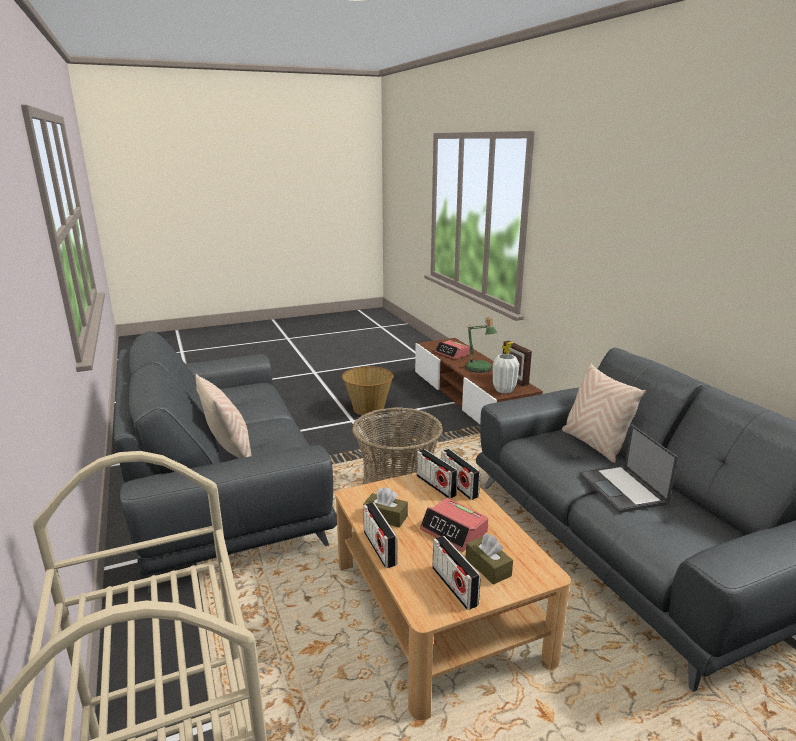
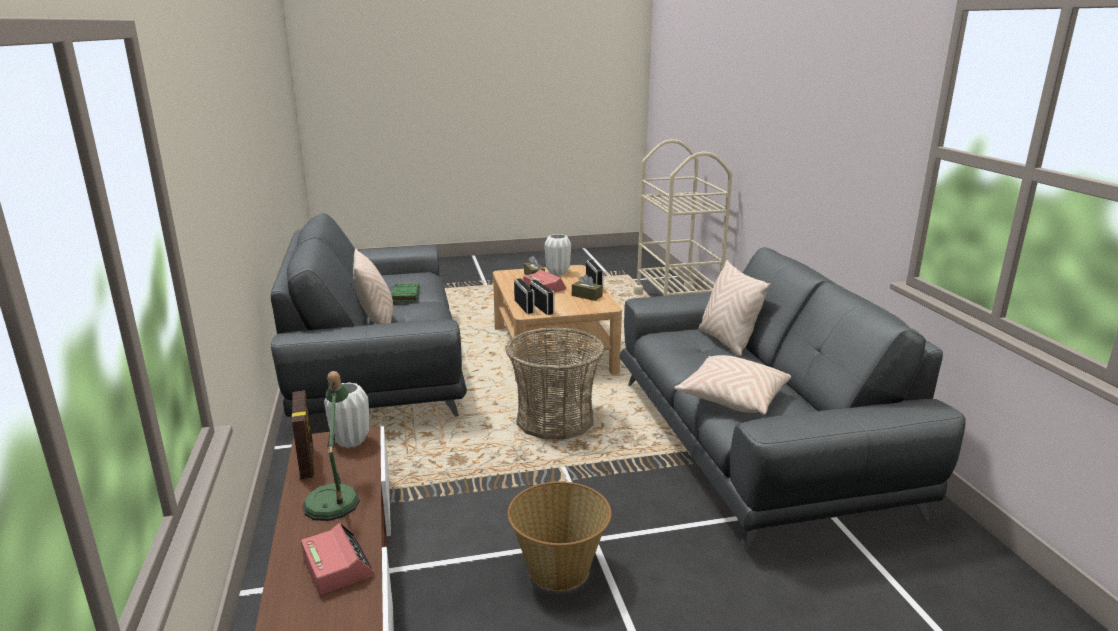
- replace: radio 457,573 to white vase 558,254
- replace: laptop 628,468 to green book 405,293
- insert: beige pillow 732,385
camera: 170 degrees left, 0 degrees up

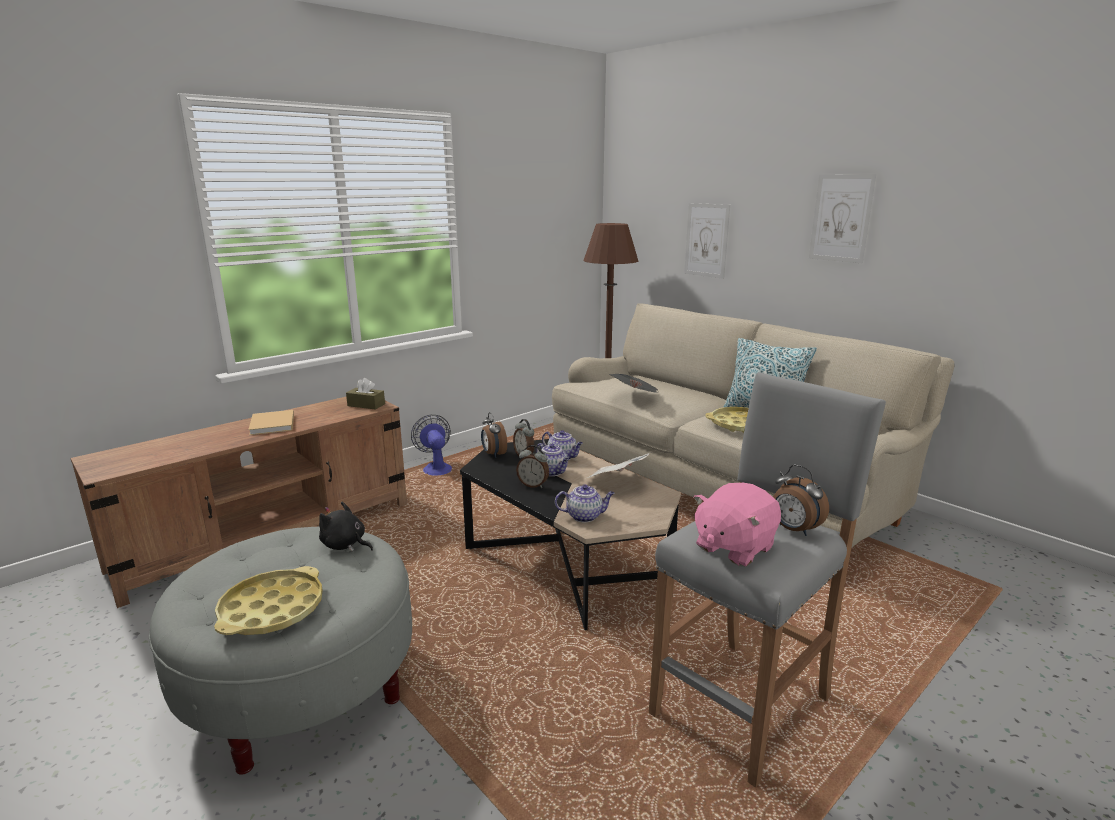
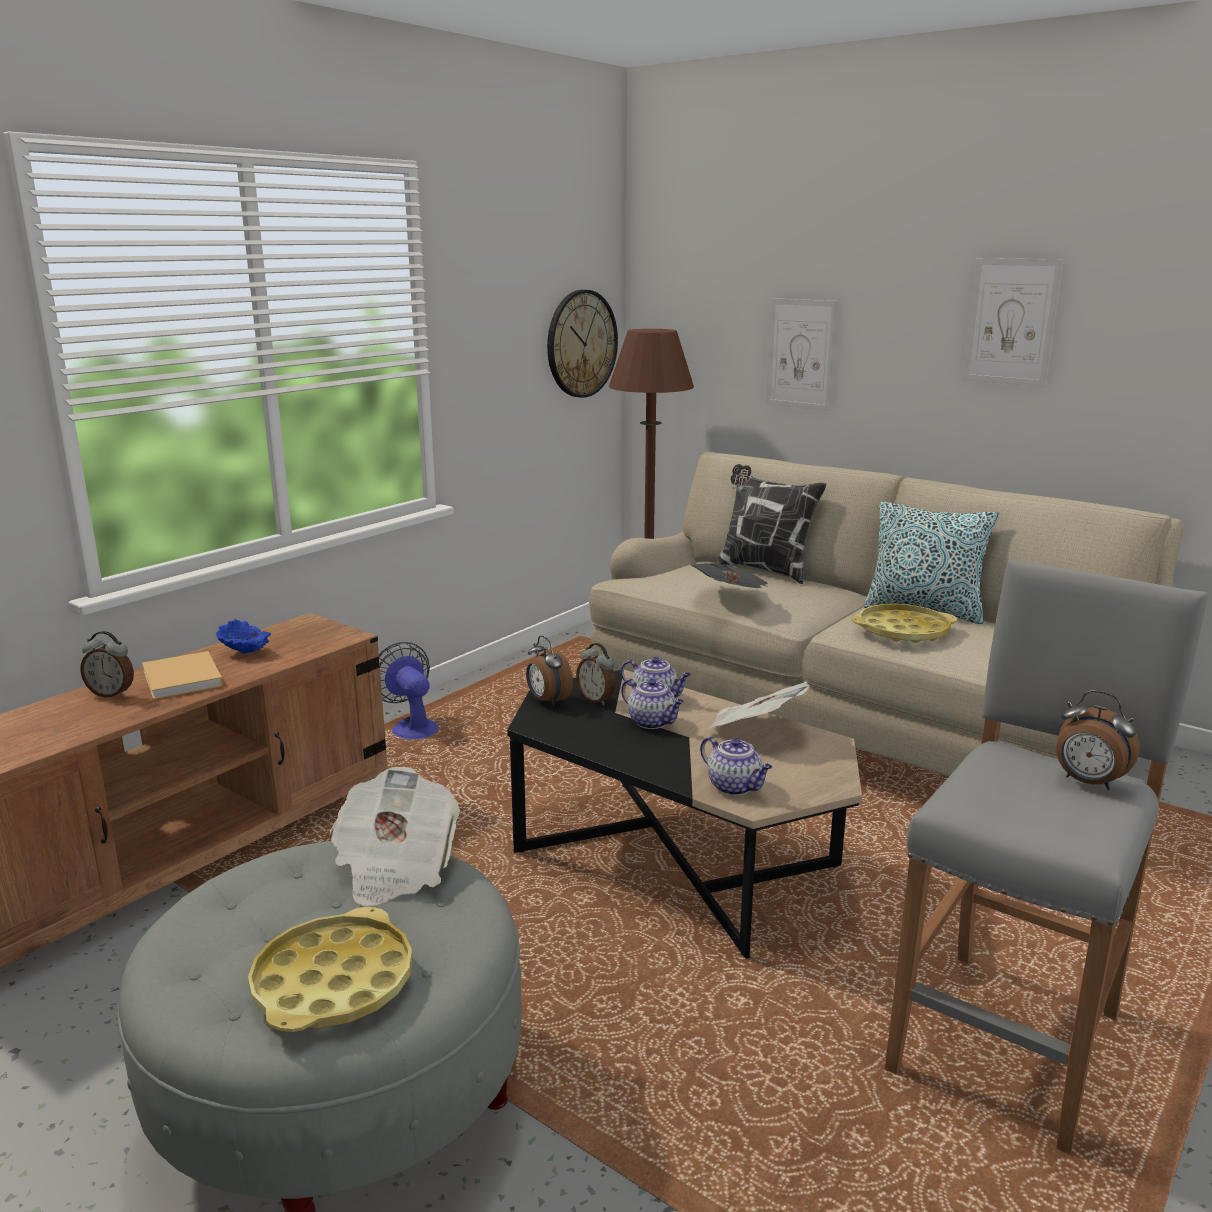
- replace: black plush toy 346,527 to newspaper 395,836
- delete: brown tissue box 365,393
- move: alarm clock 532,466 to 107,664
- rotate: teapot 585,503 = 736,765 60 degrees clockwise
- delete: pink plush toy 737,525
- insert: blue bowl 243,636
- insert: wall clock 582,344
- insert: pillow 771,524
camera: 10 degrees left, 0 degrees up

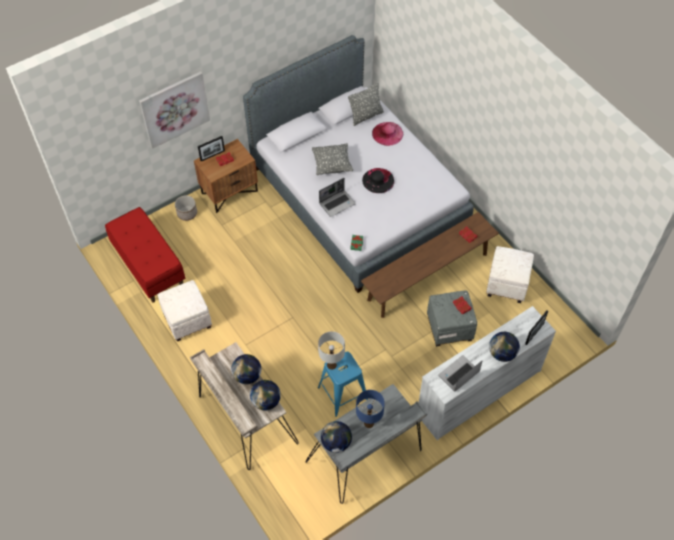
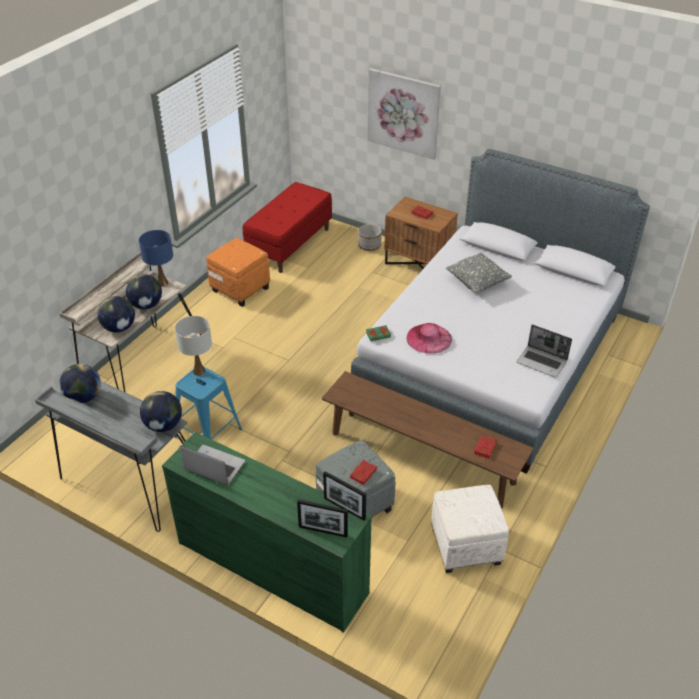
- recolor: white ottoman 185,311 to orange ottoman 238,272
- move: picture frame 211,148 to 344,496
- move: laptop 337,197 to 544,351
- delete: grey pillow 366,104
- move: blue table lamp 370,409 to 156,258
- delete: black hat 378,180
- move: pink hat 387,134 to 429,338
- recolor: white dresser 487,373 to green dresser 267,532
- move: globe 504,347 to 161,411
camera: 65 degrees right, 15 degrees down

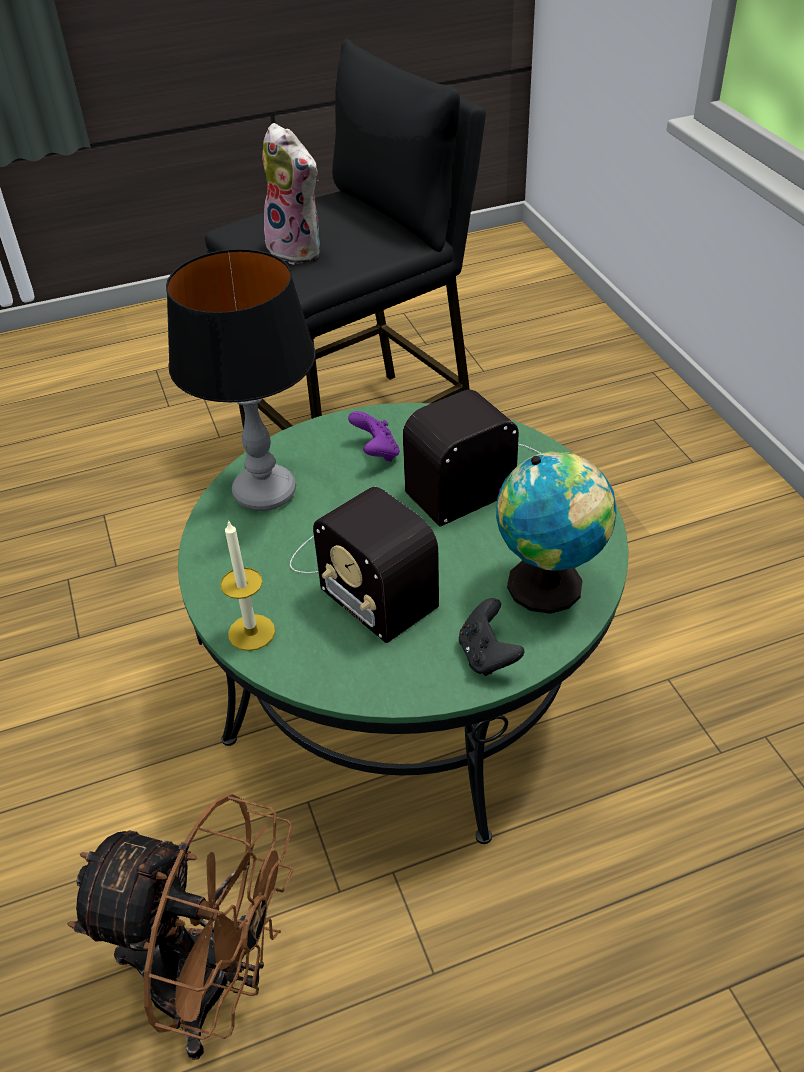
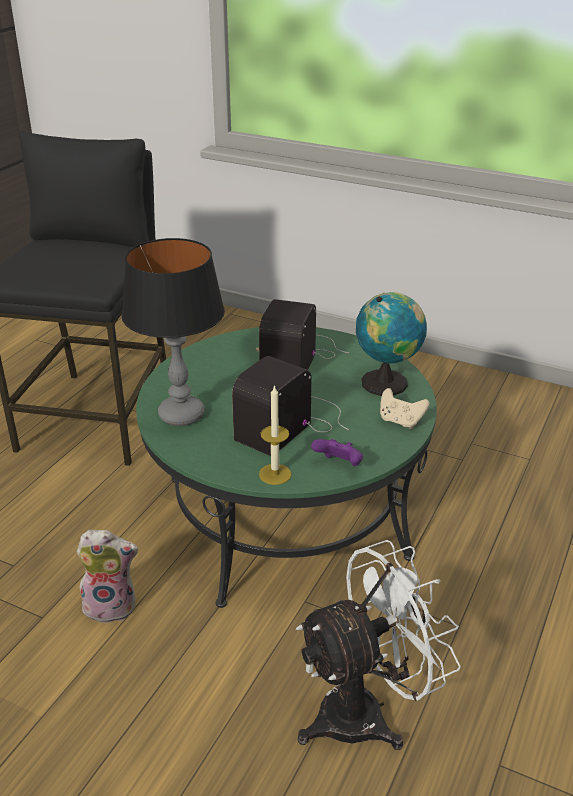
- recolor: brown fan 180,926 to white fan 378,645
- move: plush toy 291,194 to 107,576
- rotate: radio 364,565 = 290,406 120 degrees clockwise
- move: purple game controller 374,436 to 337,452
- recolor: black game controller 491,637 to beige game controller 405,408
camera: 45 degrees left, 10 degrees down

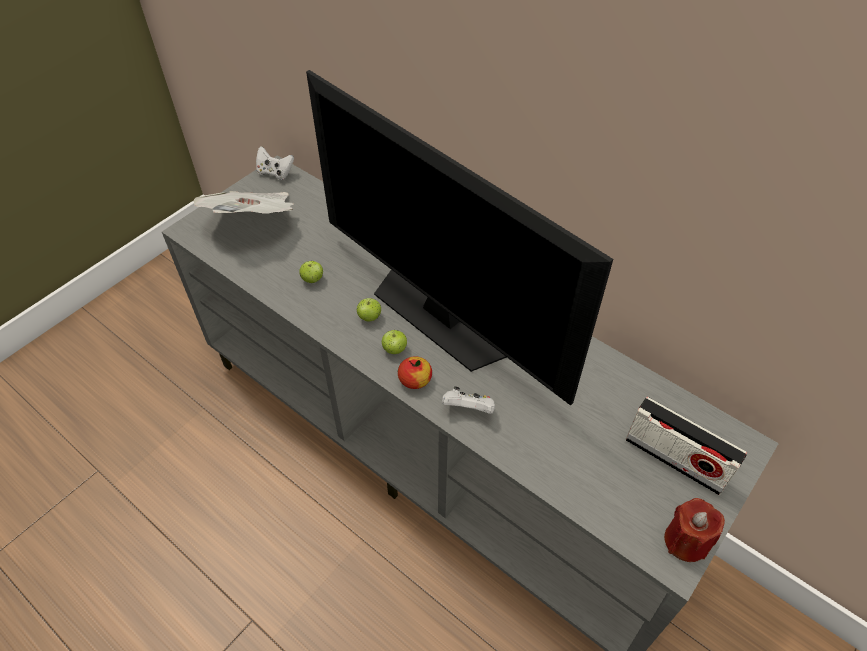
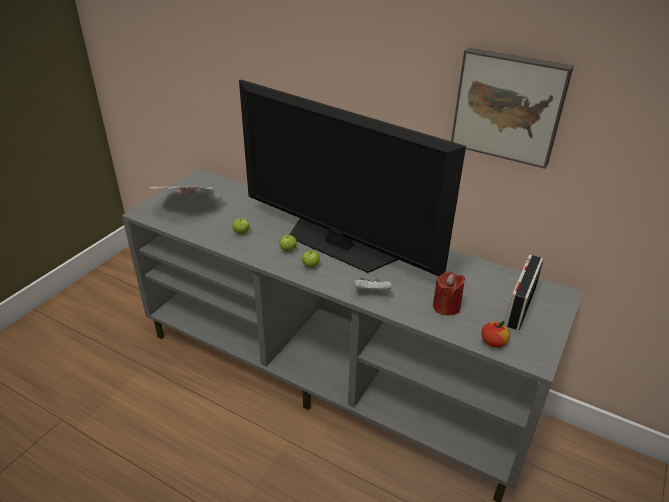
- delete: white game controller 275,163
- move: apple 415,372 to 495,334
- rotate: radio 686,446 = 523,292 90 degrees clockwise
- move: red candle 694,530 to 449,293
- insert: picture 512,108
camera: 10 degrees left, 15 degrees down

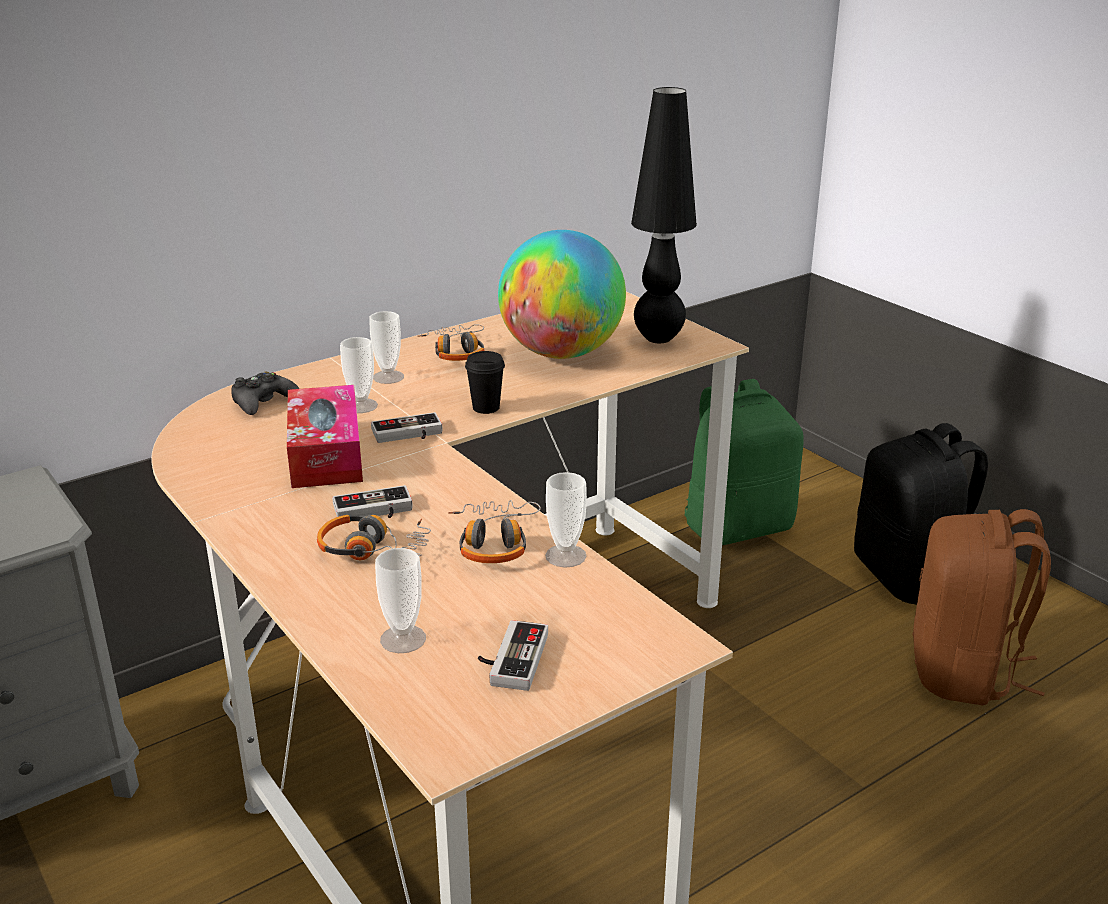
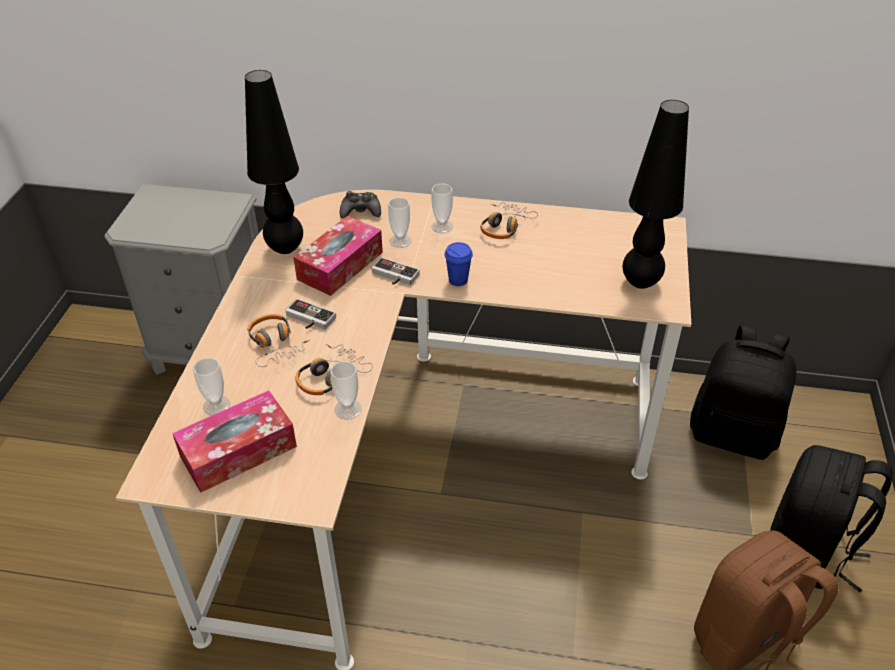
- recolor: black cup 485,382 to blue cup 458,264
- replace: game controller 513,655 to tissue box 234,441
- delete: globe 562,294
- recolor: green backpack 744,462 to black backpack 743,392
- insert: black table lamp 274,162
camera: 45 degrees right, 15 degrees up

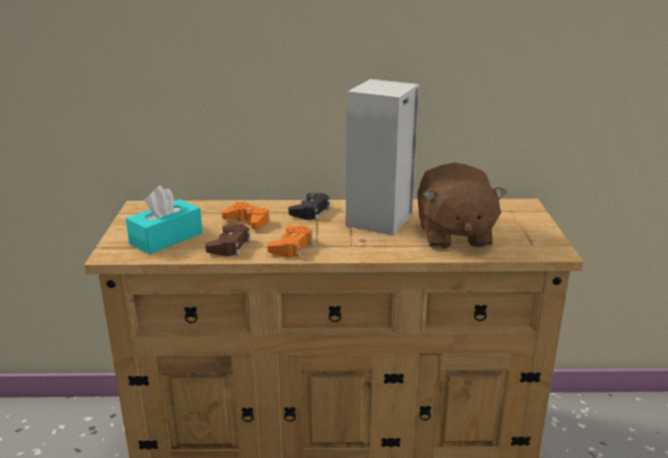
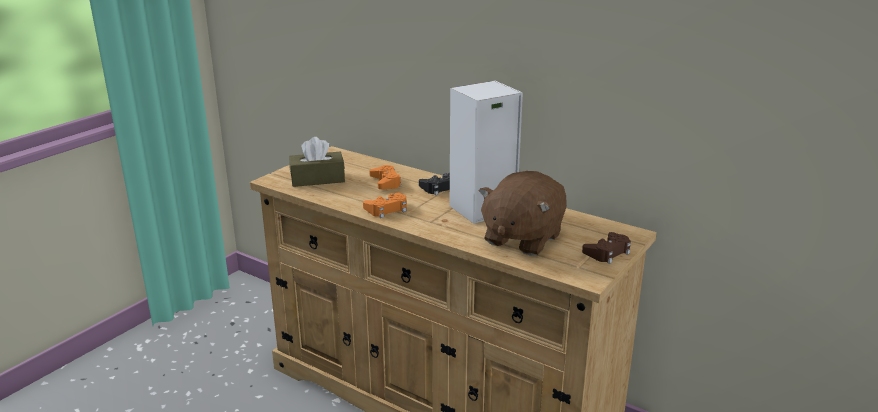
- recolor: turquoise tissue box 164,220 to brown tissue box 317,162
- move: brown game controller 228,240 to 606,248
camera: 35 degrees right, 0 degrees up

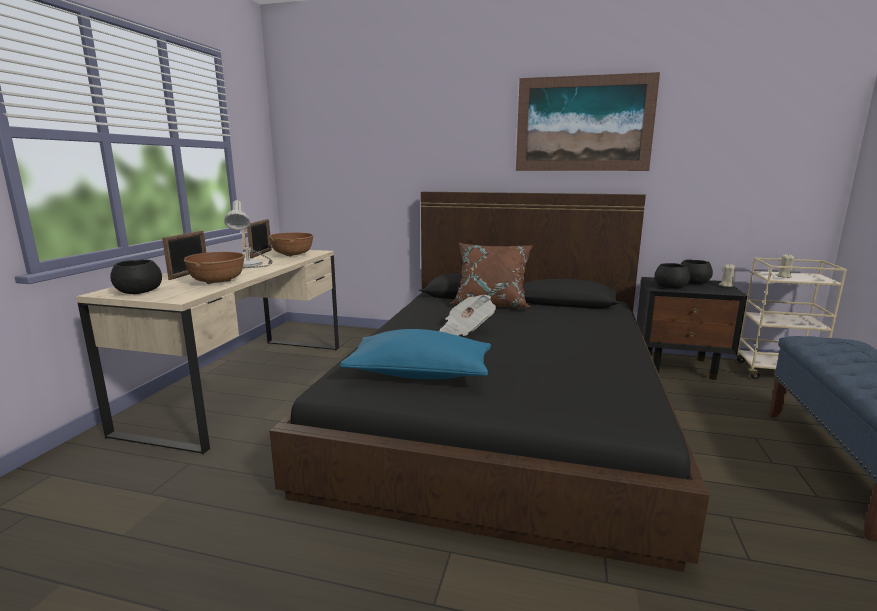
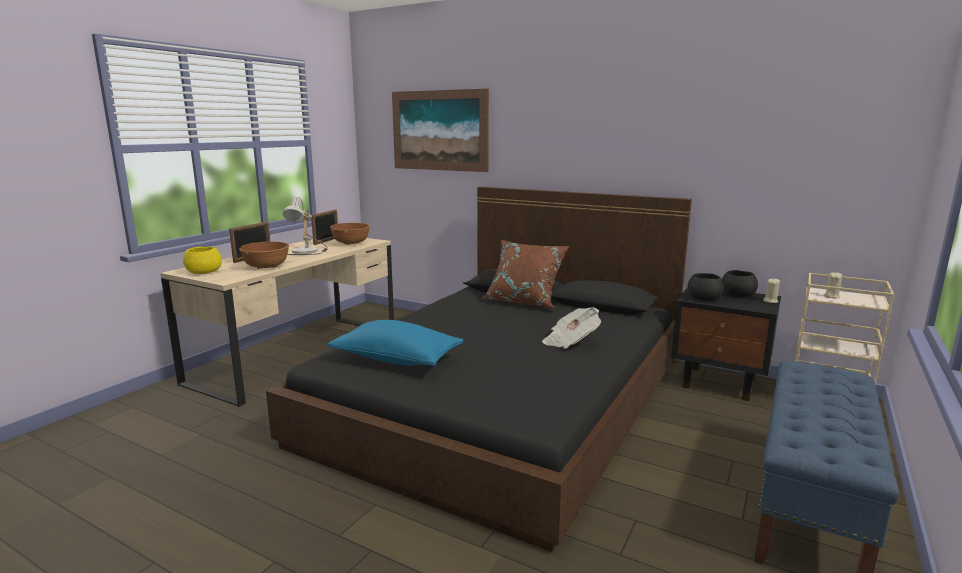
- recolor: black bowl 136,277 to yellow bowl 202,260
- move: newspaper 467,315 to 571,327
- move: picture 588,121 to 440,130
camera: 15 degrees right, 0 degrees up

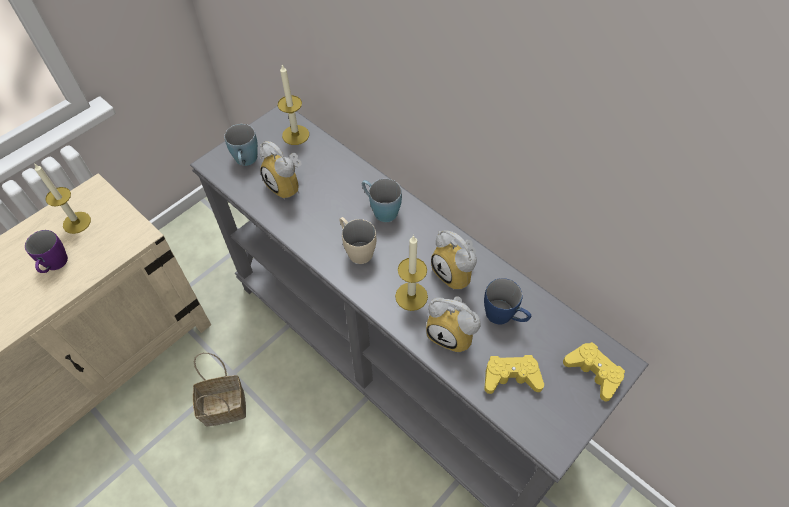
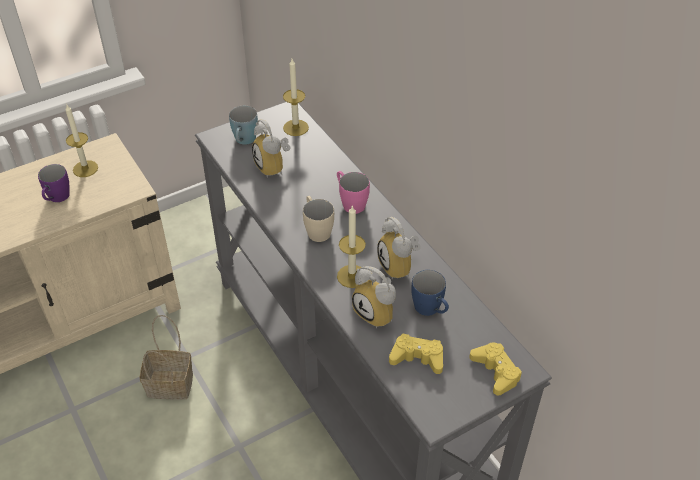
- recolor: blue mug 382,200 to pink mug 353,192
camera: 15 degrees right, 10 degrees down

